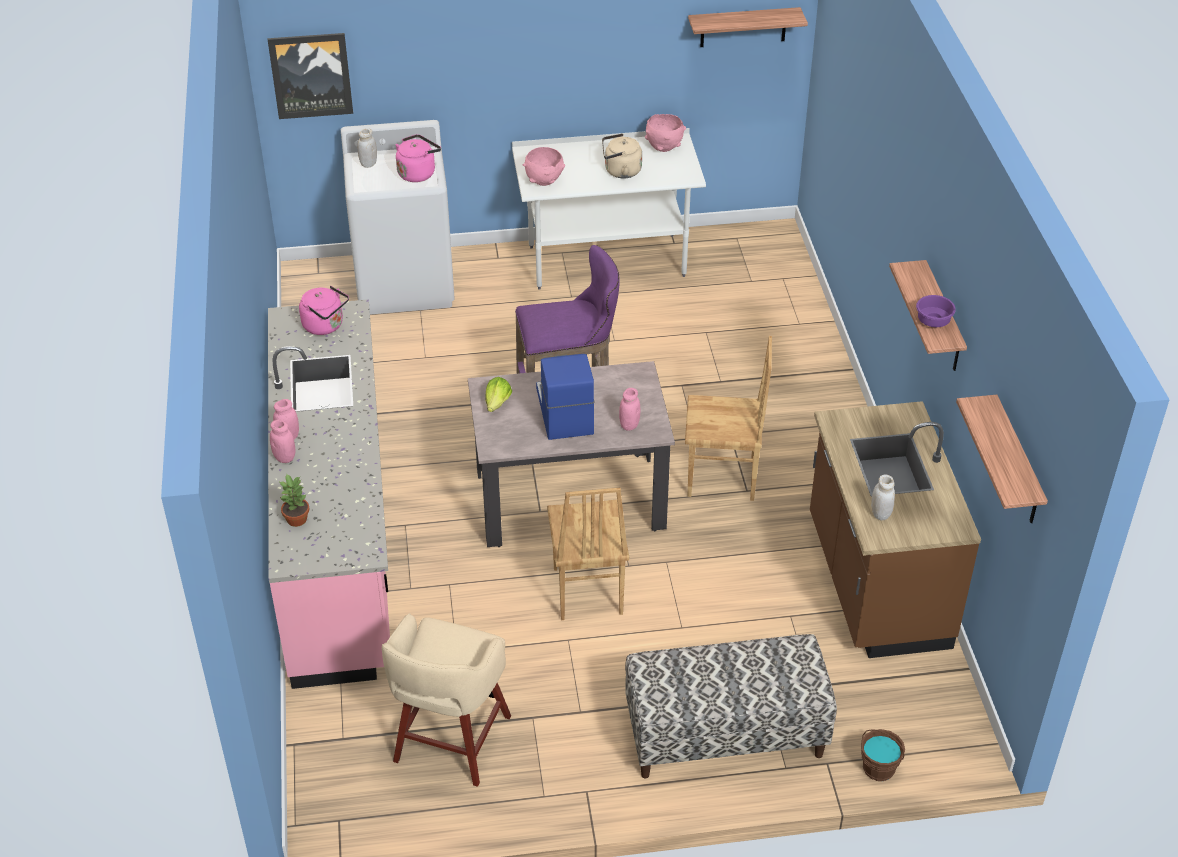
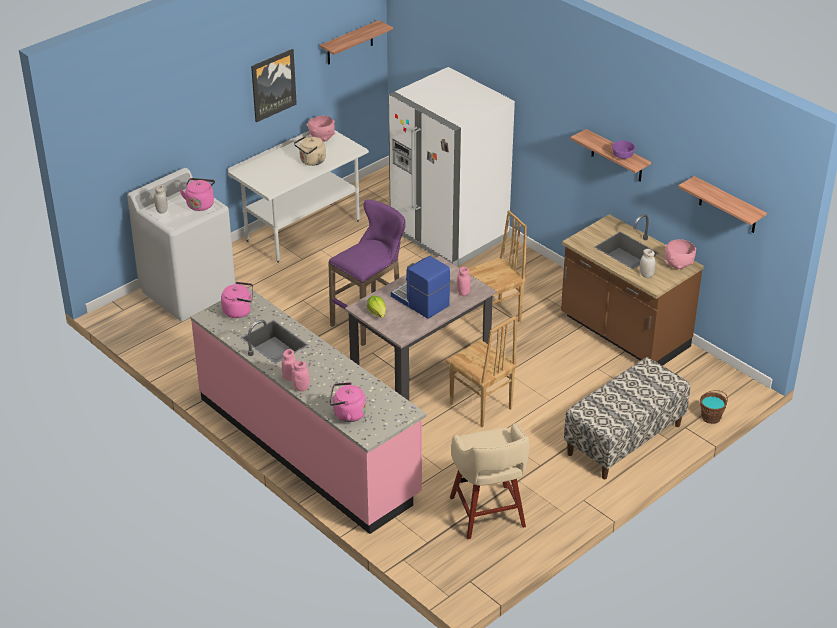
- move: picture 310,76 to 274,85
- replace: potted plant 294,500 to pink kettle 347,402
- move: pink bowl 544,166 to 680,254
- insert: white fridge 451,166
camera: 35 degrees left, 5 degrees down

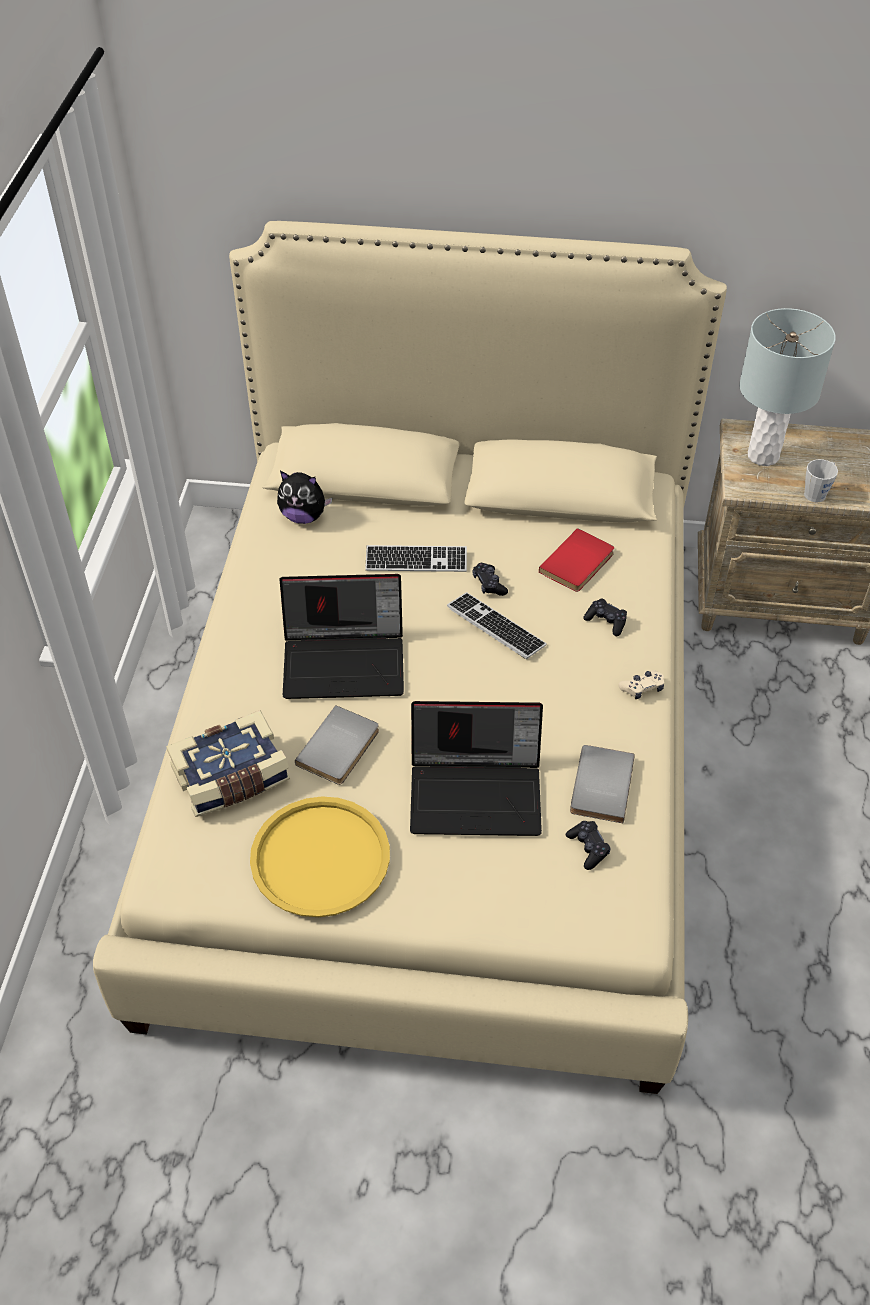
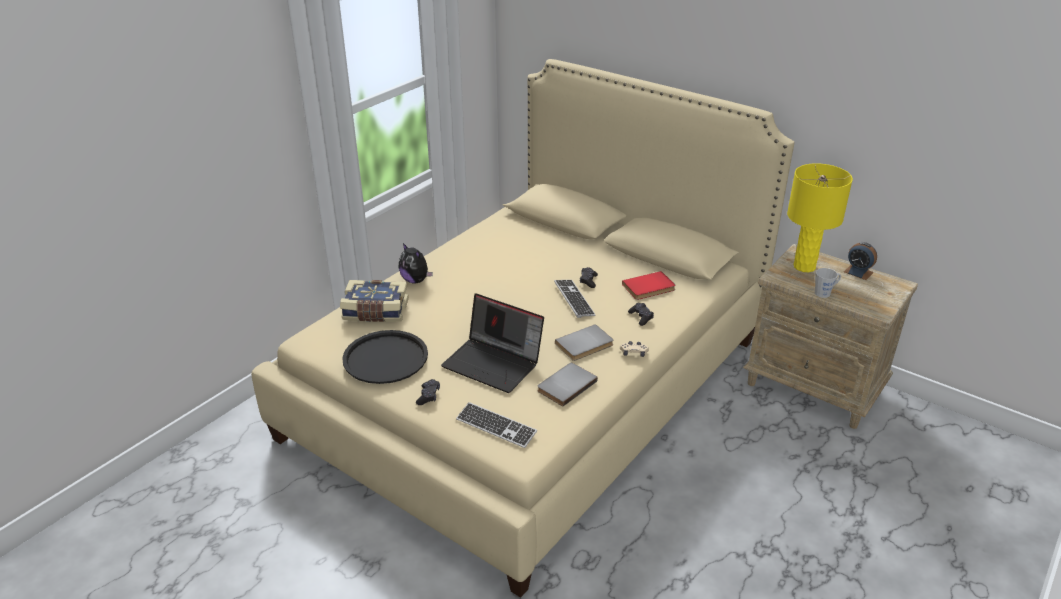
- recolor: yellow tray 320,856 to black tray 385,357
- move: plush toy 305,497 to 416,263
- delete: laptop 341,636
- move: grey book 337,745 to 584,342
- move: keyboard 416,558 to 496,425
- move: black game controller 588,845 to 428,392
- recolor: grey table lamp 787,387 to yellow table lamp 820,217
- insert: alarm clock 860,261
camera: 30 degrees right, 15 degrees down

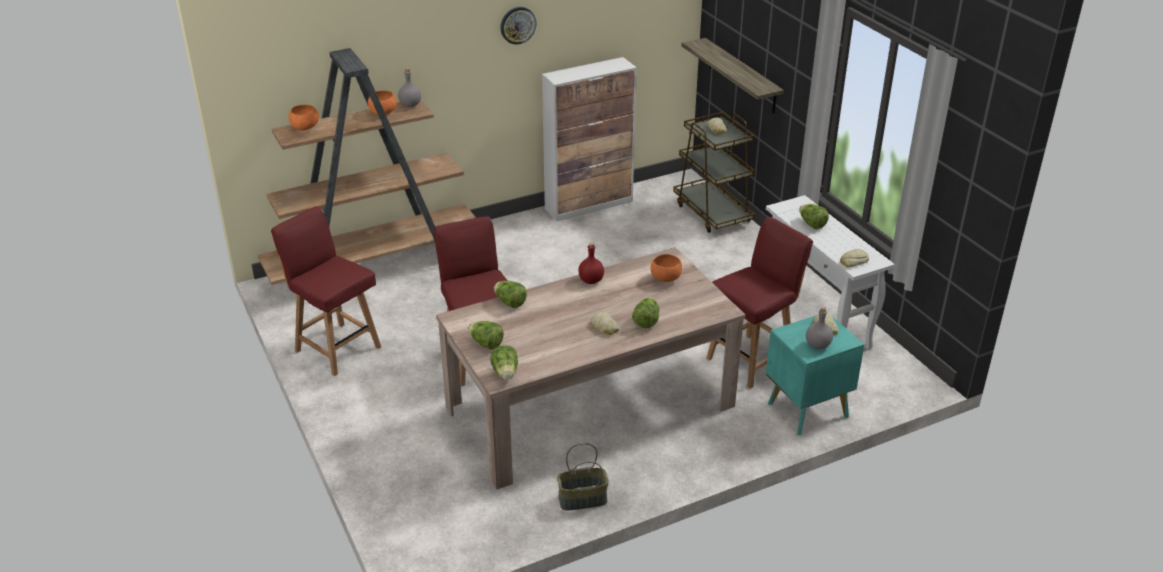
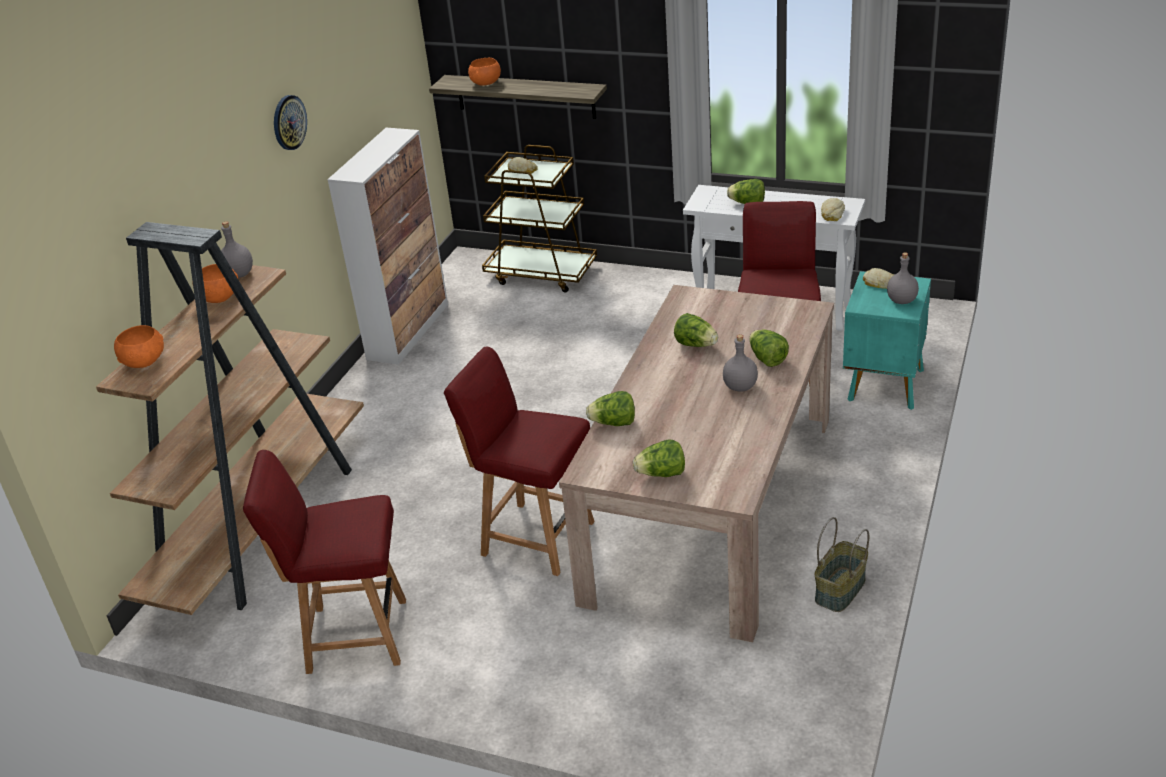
- move: lettuce 504,362 to 696,330
- delete: red bottle 591,263
- replace: bread 605,323 to grey bottle 740,363
- move: orange bowl 666,268 to 484,72
camera: 40 degrees left, 0 degrees up

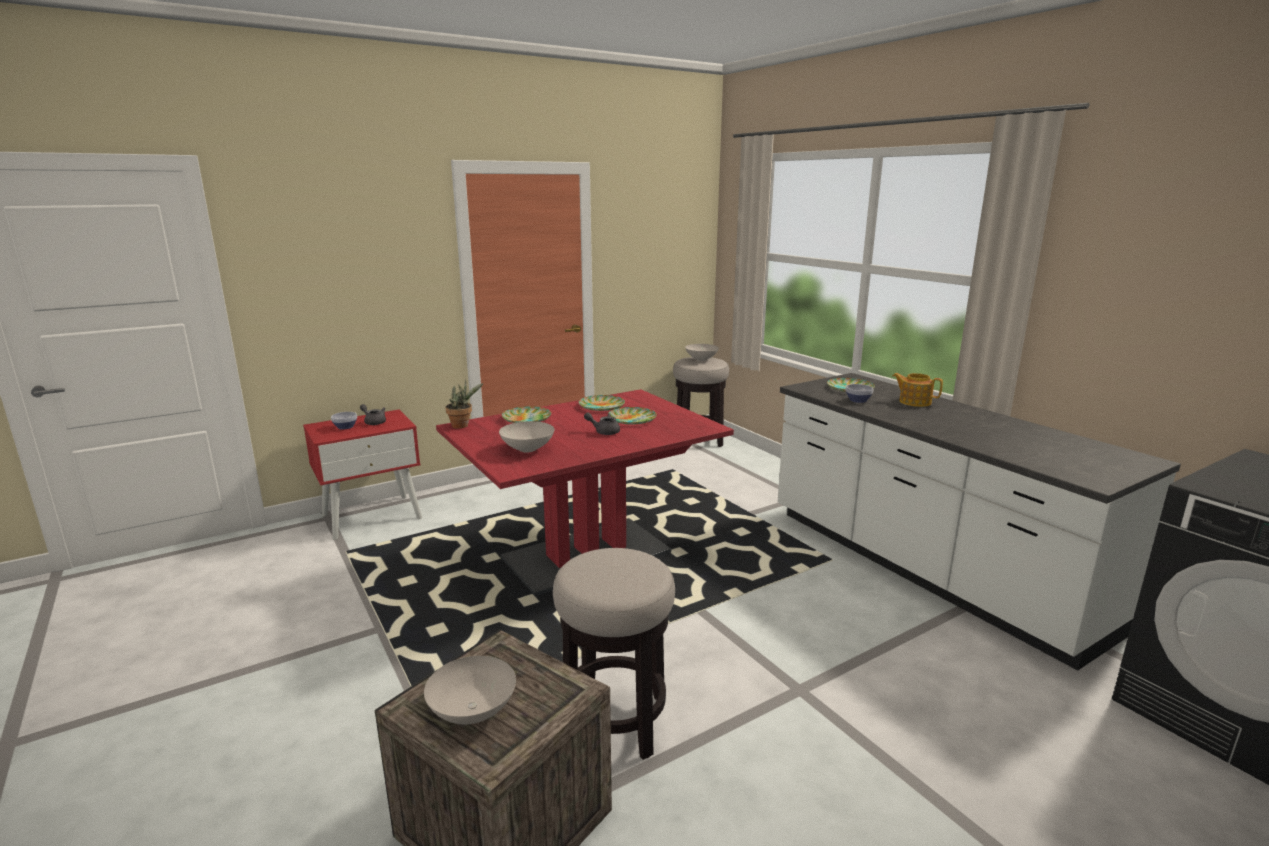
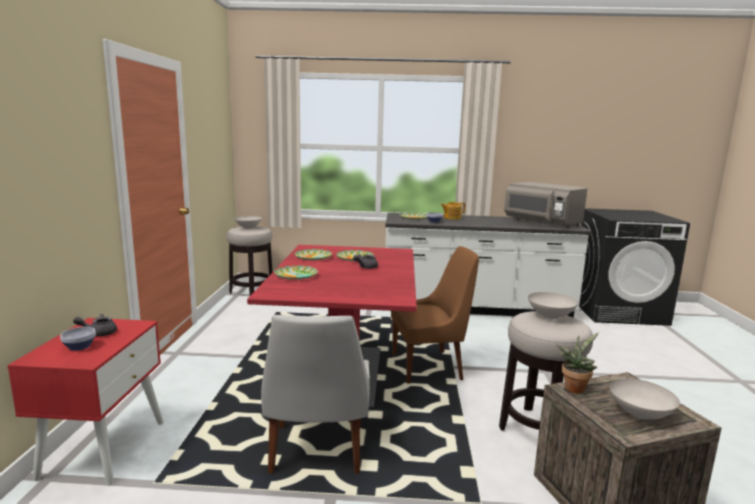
- move: potted plant 464,404 to 578,363
- move: white bowl 526,437 to 553,305
- insert: white chair 315,394
- insert: brown chair 435,315
- insert: grey microwave 545,205
camera: 55 degrees left, 5 degrees down

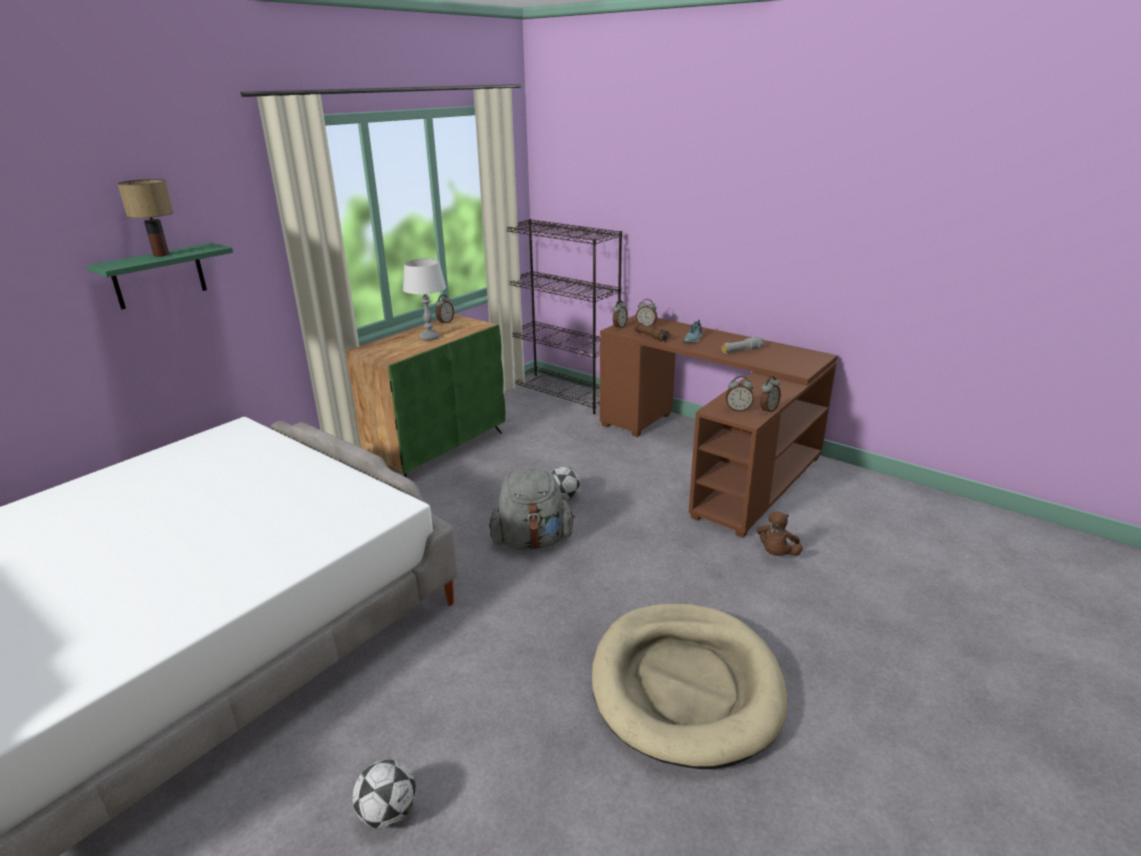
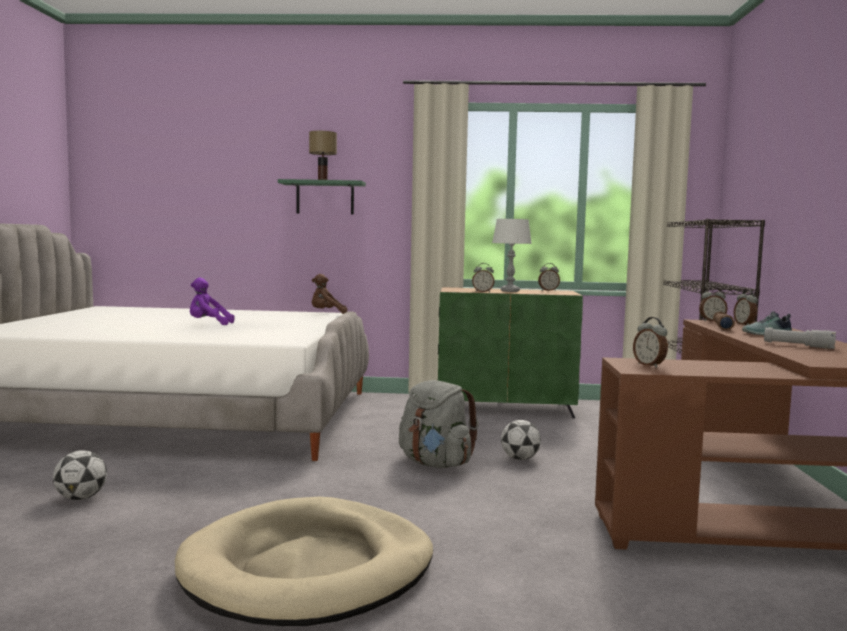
- move: brown plush toy 780,533 to 329,294
- move: alarm clock 770,395 to 483,277
- insert: purple plush toy 212,301
camera: 55 degrees right, 20 degrees down

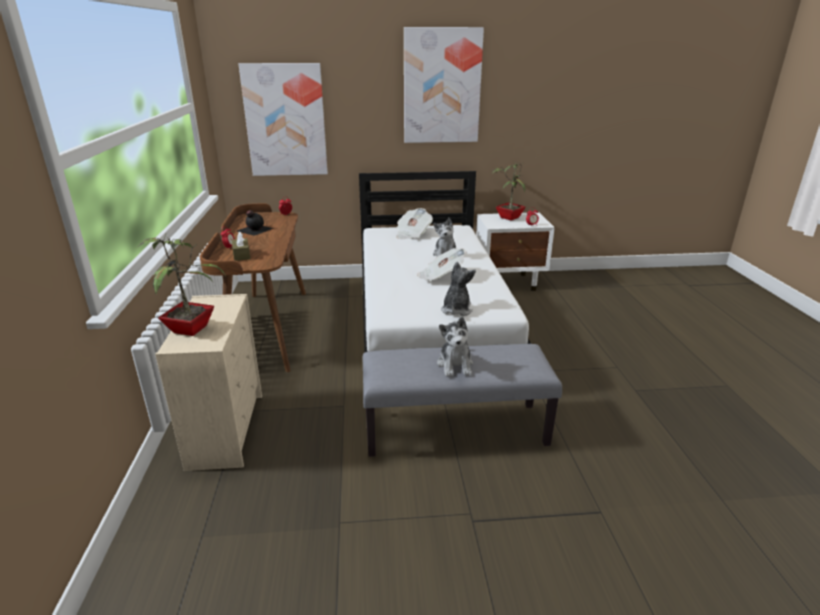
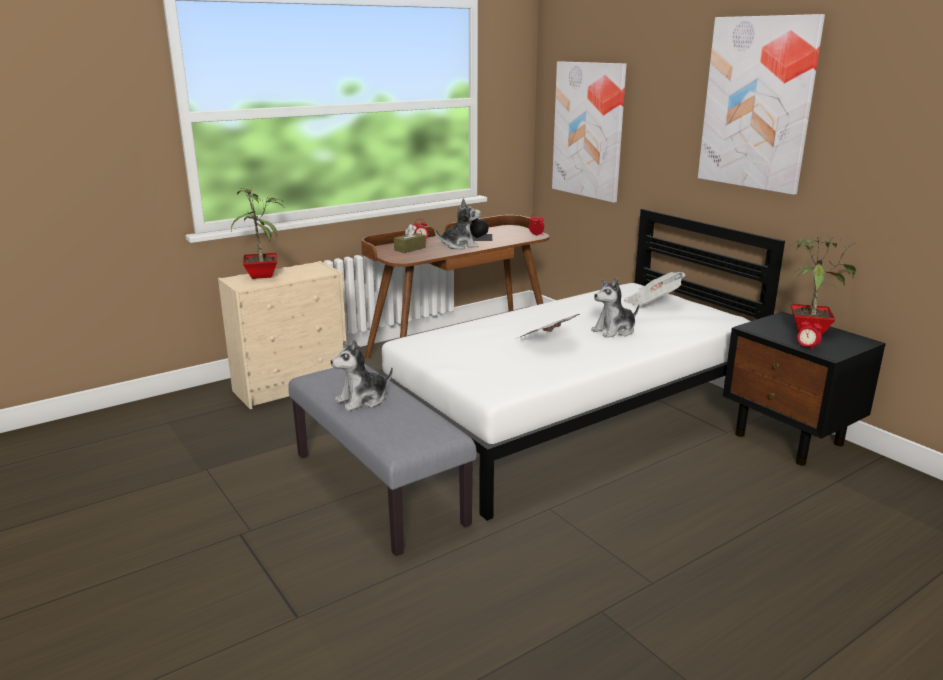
- move: plush toy 458,289 to 458,223
- recolor: white nightstand 515,251 to black nightstand 804,389
camera: 60 degrees right, 5 degrees down

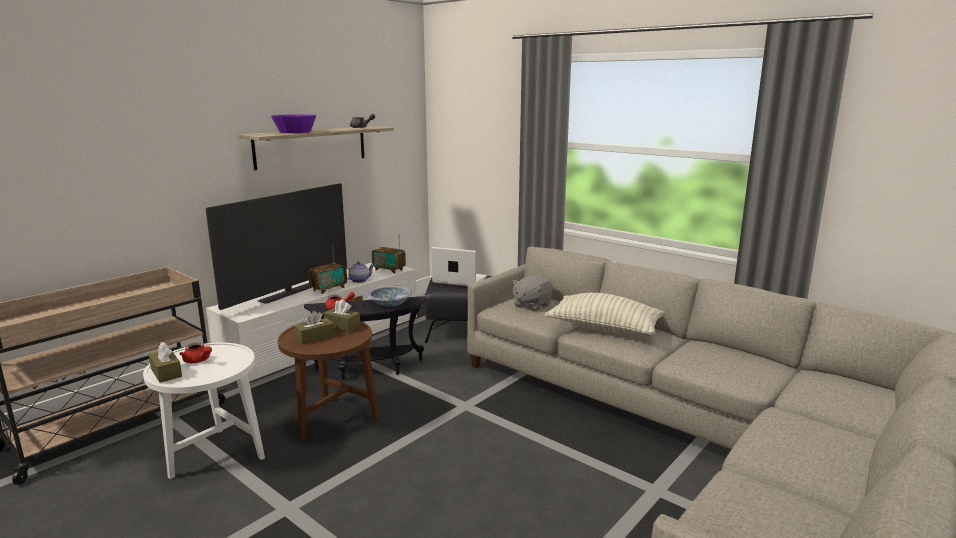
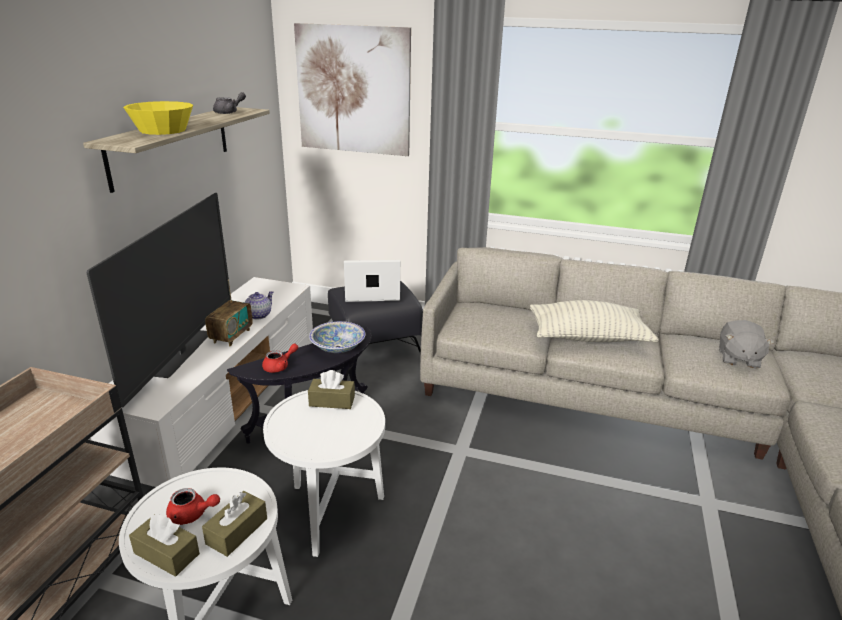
- recolor: purple bowl 294,123 to yellow bowl 158,118
- recolor: brown side table 328,381 to white side table 324,473
- move: brown tissue box 314,328 to 234,524
- delete: radio 389,256
- move: grey plush toy 532,292 to 746,344
- insert: picture 352,89
camera: 25 degrees left, 10 degrees up

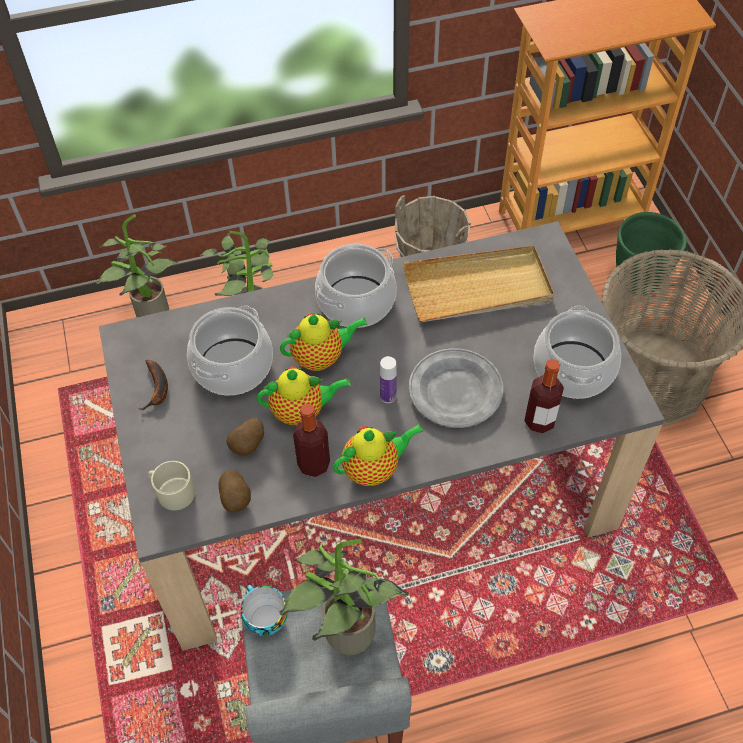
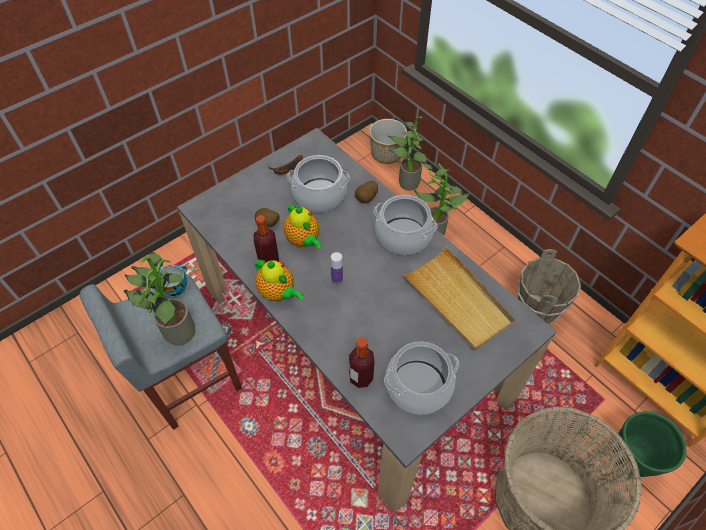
- delete: beige mug 171,485
- move: potato 234,491 to 366,191
- delete: teapot 323,342
- delete: grey plate 456,388
- insert: planter 388,141
camera: 65 degrees right, 0 degrees up

